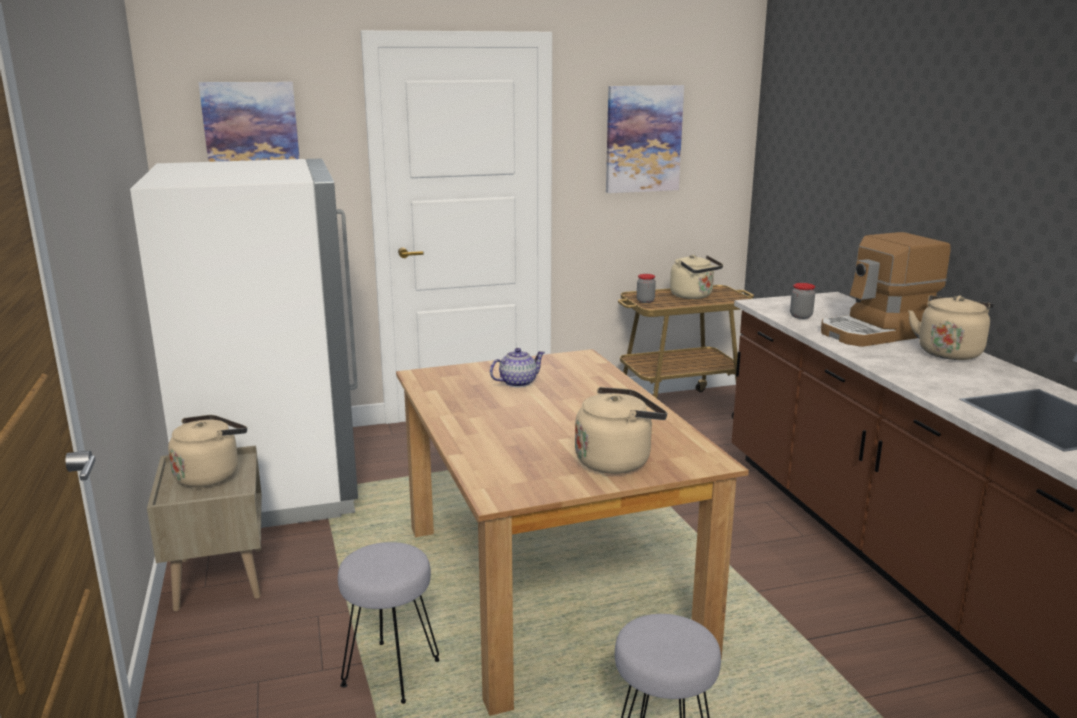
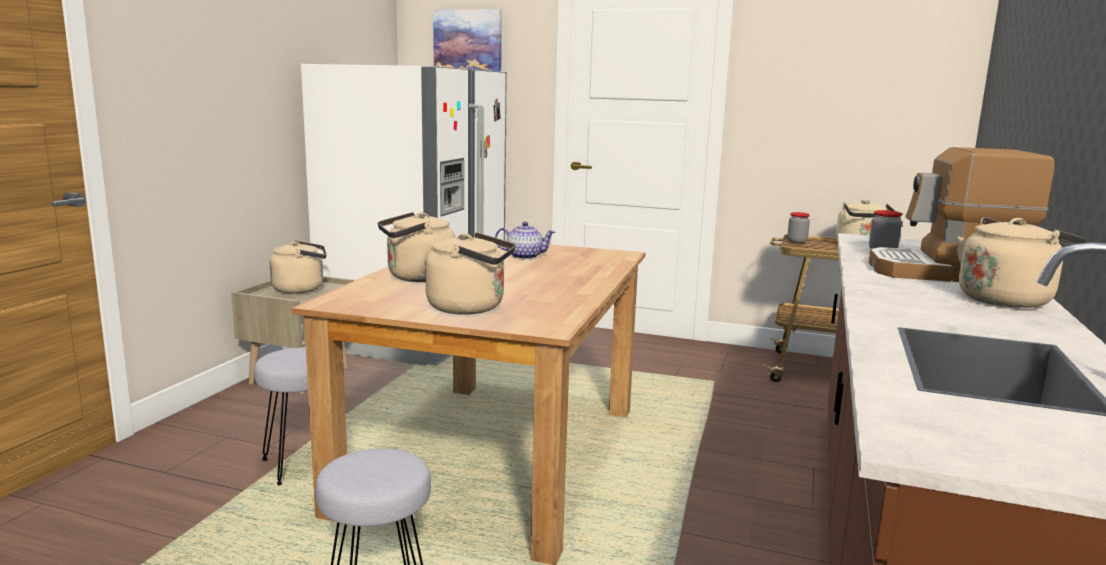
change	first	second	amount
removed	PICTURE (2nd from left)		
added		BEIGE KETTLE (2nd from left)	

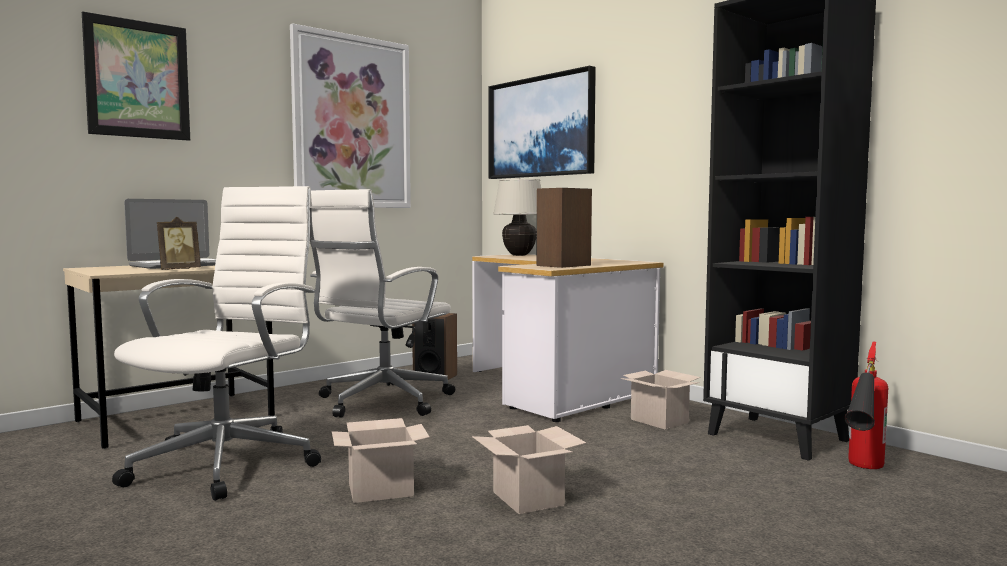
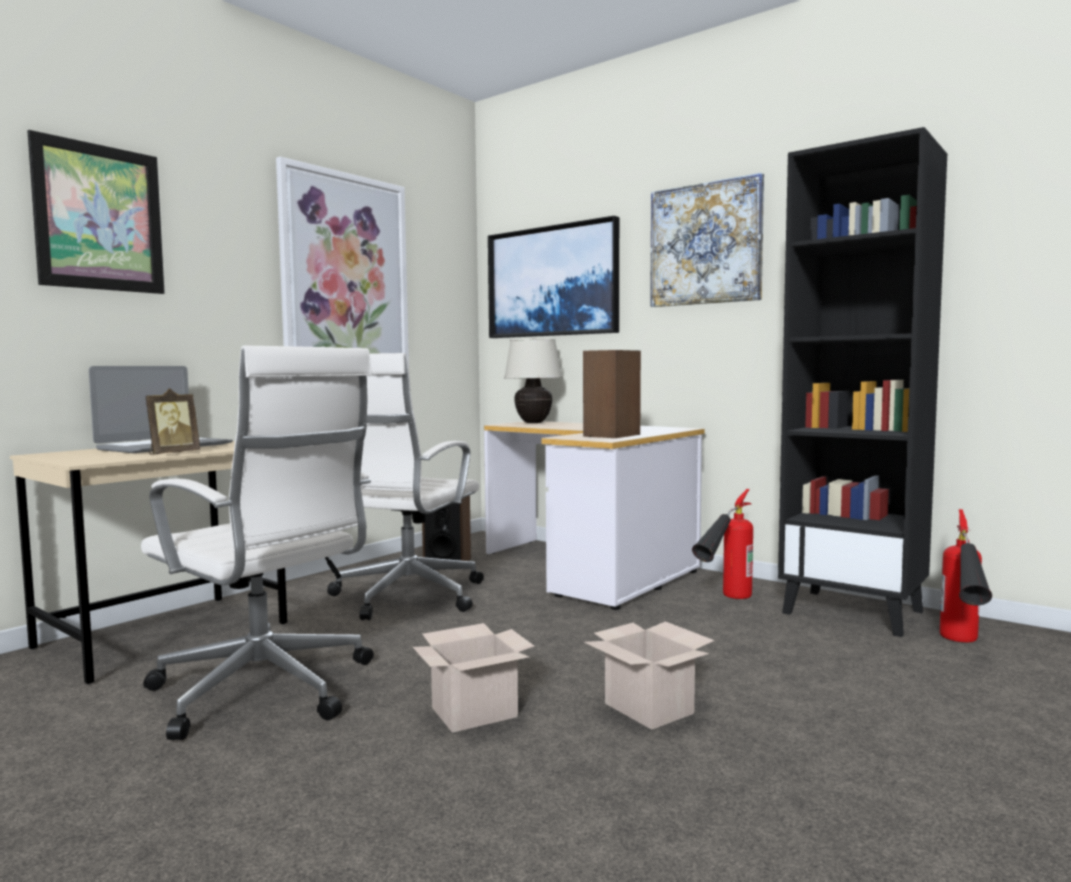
change	first	second	amount
turned	WHITE OFFICE CHAIR (1st from left)		120 degrees clockwise
replaced	CARDBOARD BOX (3rd from left)	FIRE EXTINGUISHER (1st from left)	
added		PICTURE (4th from left)	

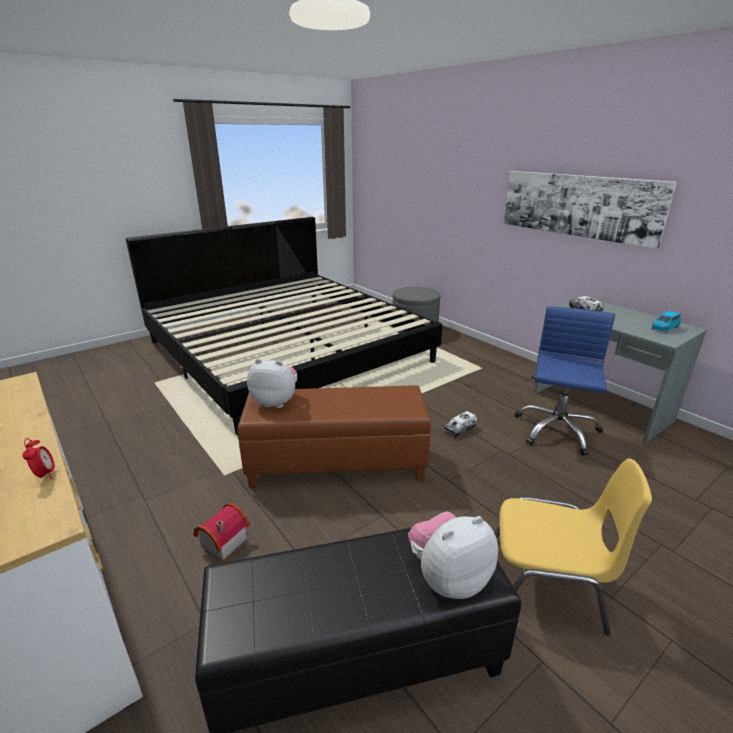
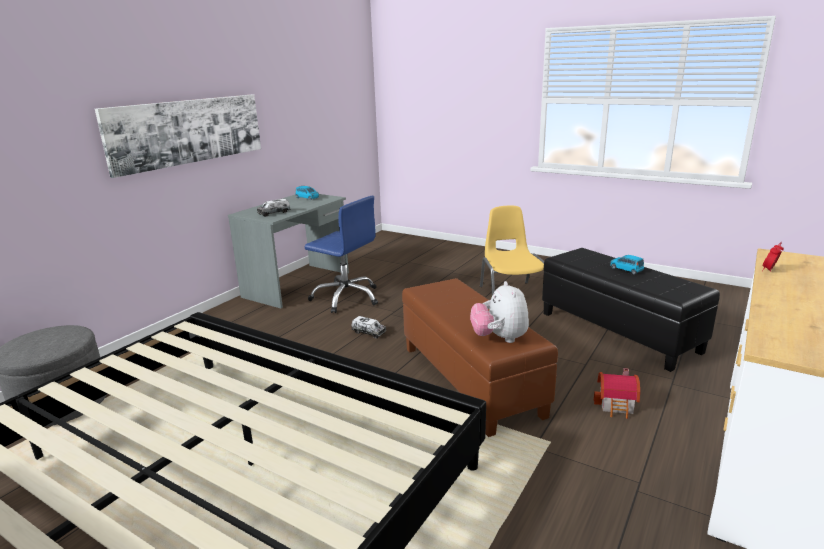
change	first	second	amount
turned	BLUE OFFICE CHAIR		150 degrees counterclockwise
removed	PLUSH TOY (2nd from left)		
added		BLUE TOY CAR (2nd from left)	

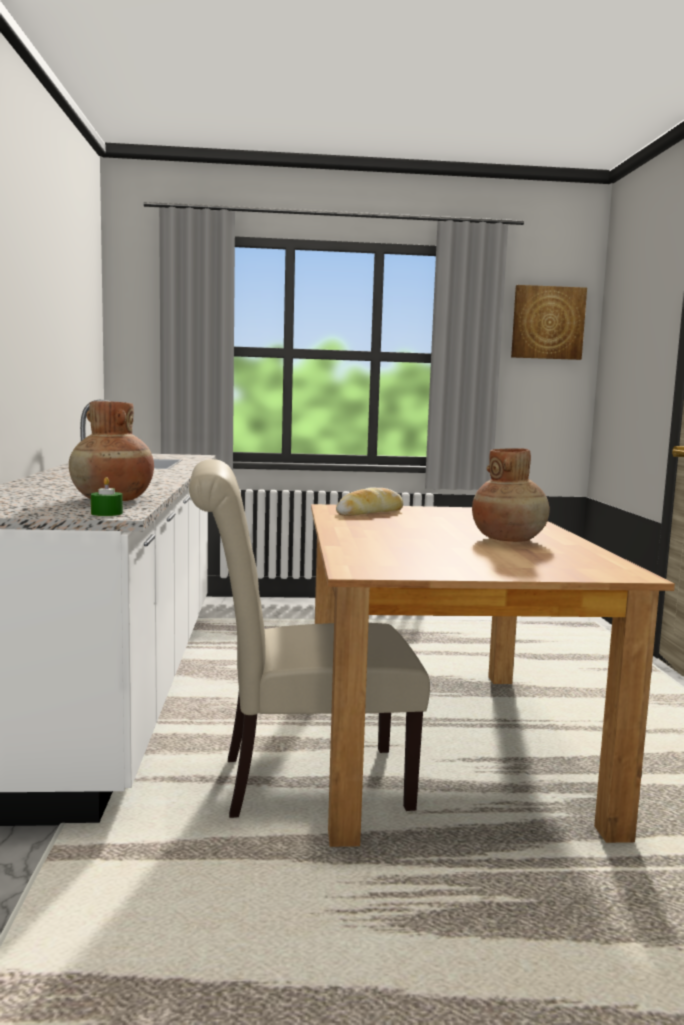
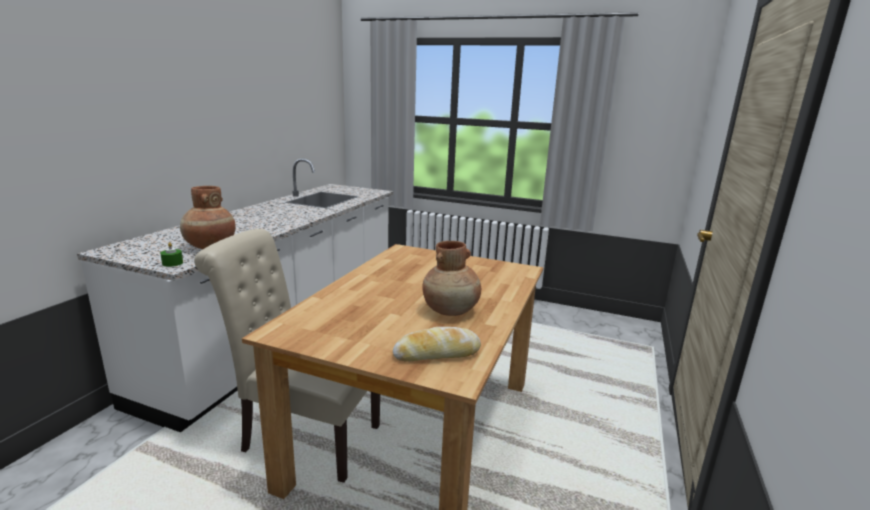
change	first	second	amount
removed	PICTURE		
moved	BREAD		

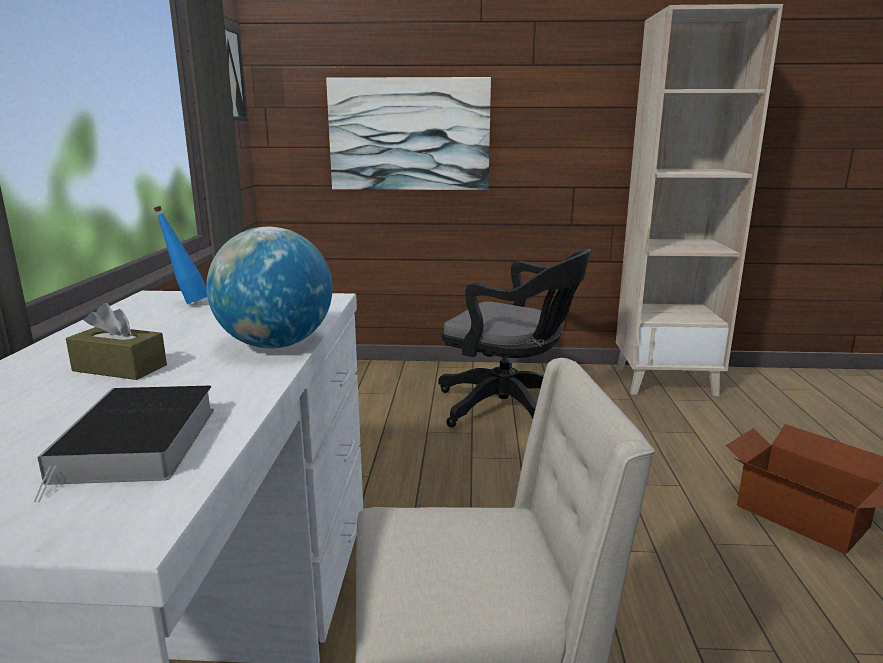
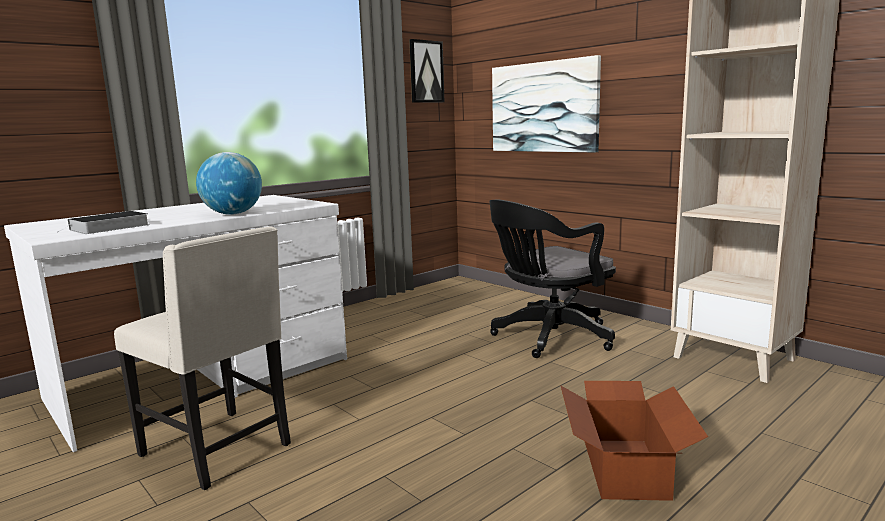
change	first	second	amount
removed	BLUE BOTTLE		
turned	BLACK OFFICE CHAIR		75 degrees clockwise
removed	BROWN TISSUE BOX		

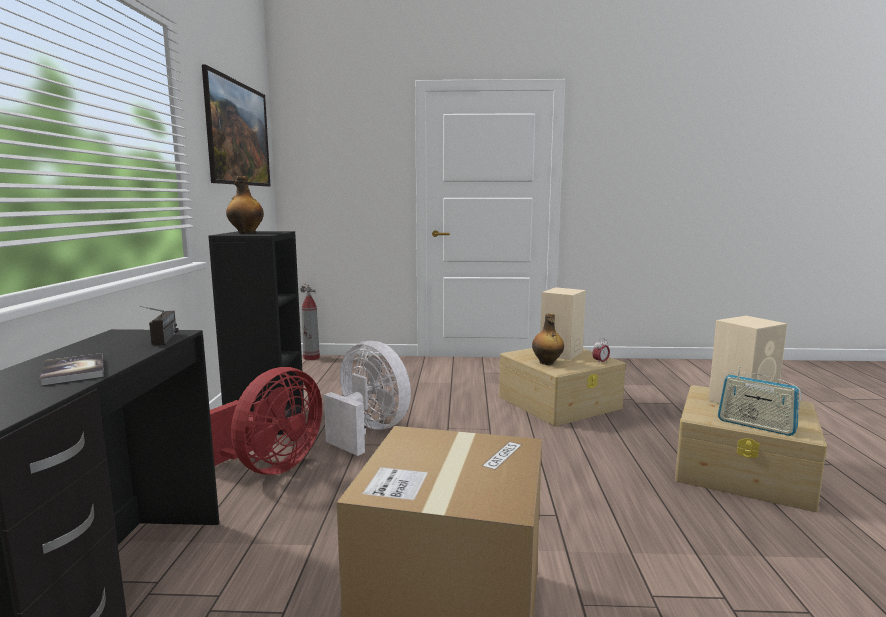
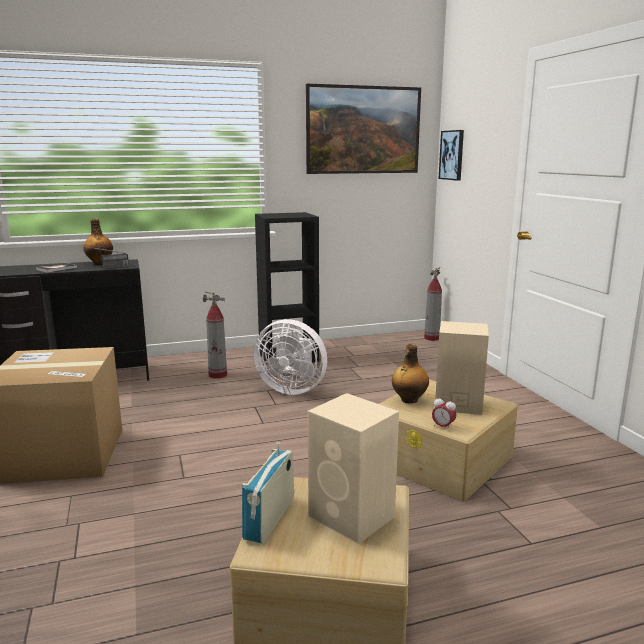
change	first	second	amount
moved	BOTTLE (1st from left)		
turned	WHITE FAN		90 degrees clockwise
replaced	RED FAN	FIRE EXTINGUISHER (1st from left)	
added		PICTURE (2nd from left)	

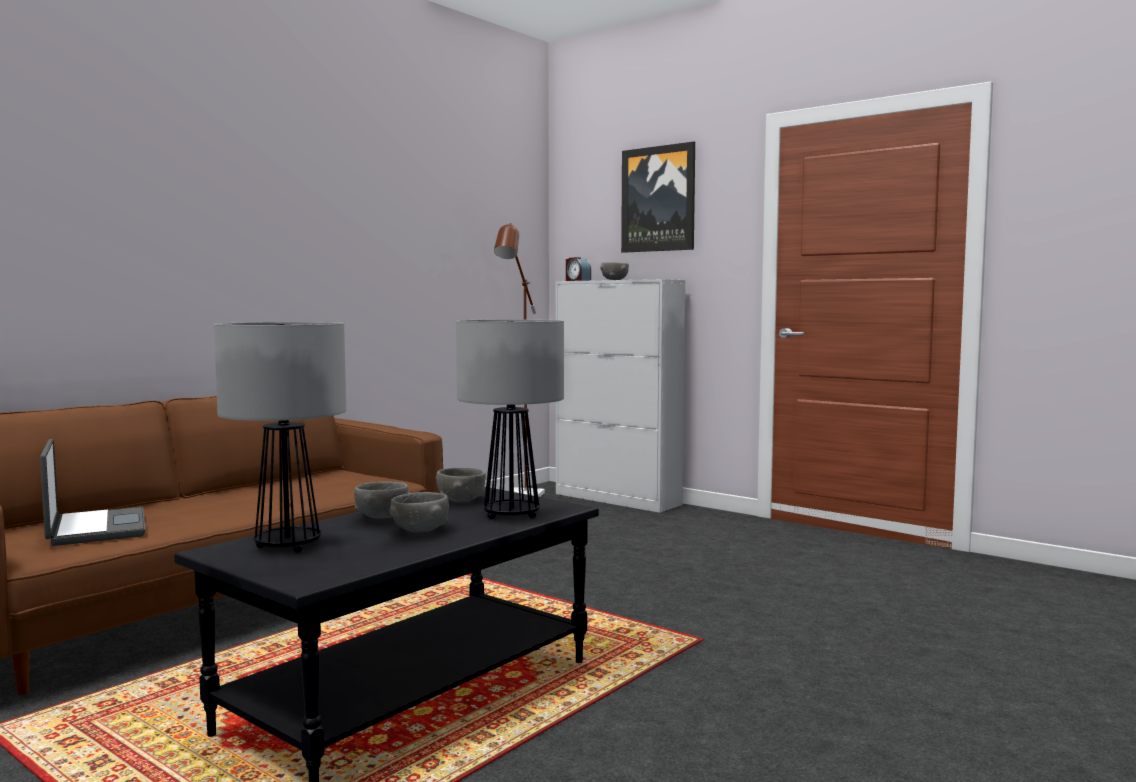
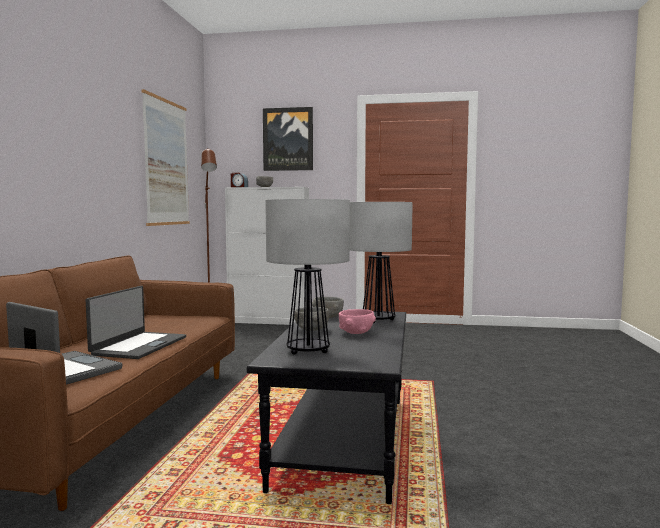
change	first	second	amount
recoloured	GREY BOWL (2nd from left)	PINK BOWL	
added		PICTURE (1st from left)	
added		LAPTOP (2nd from left)	

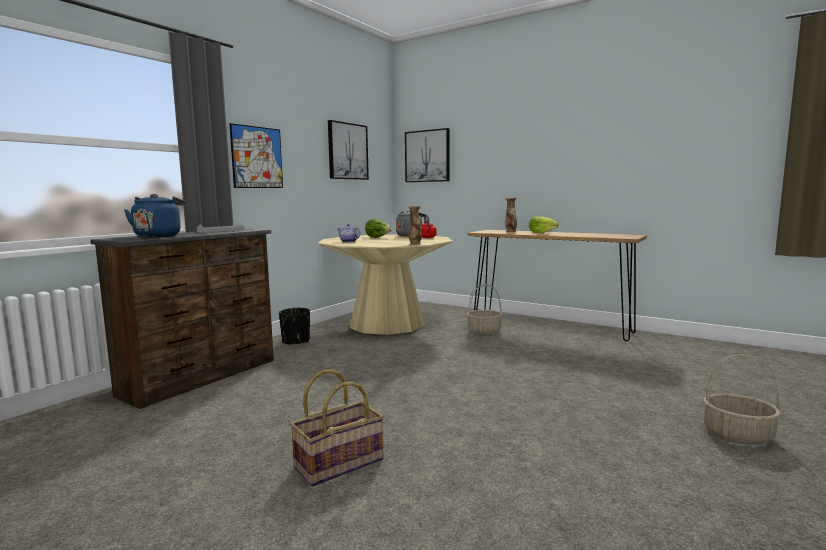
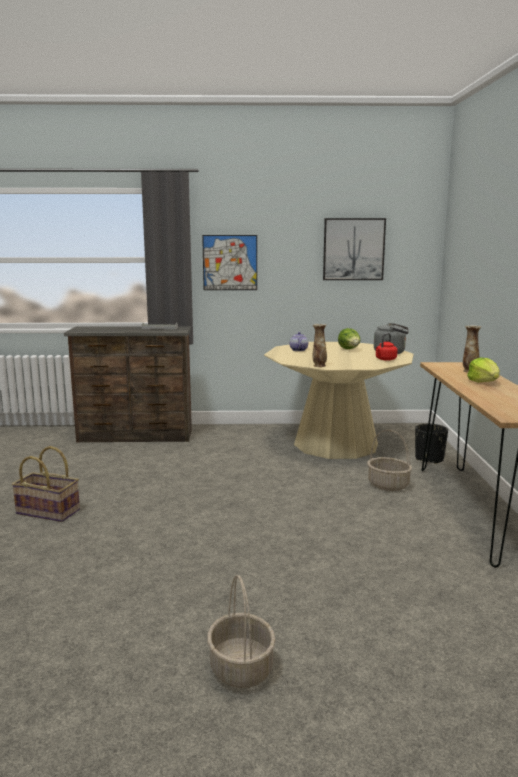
change	first	second	amount
removed	PICTURE (3rd from left)		
removed	BLUE KETTLE		
moved	BLACK PLANTER		

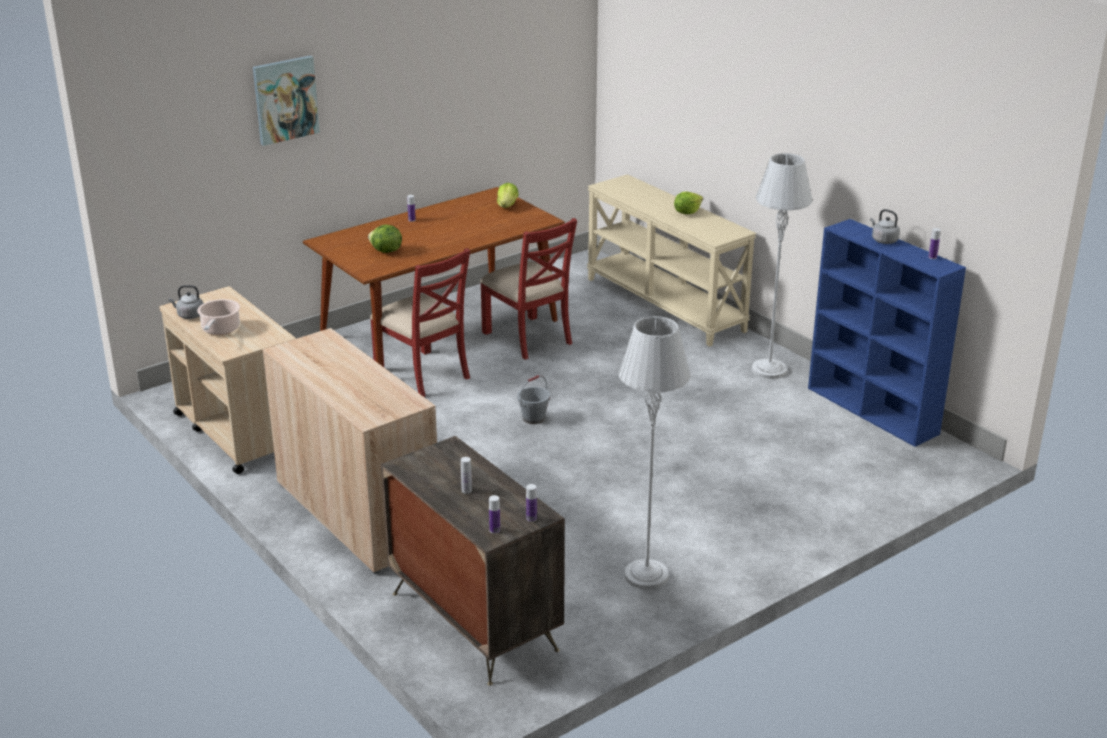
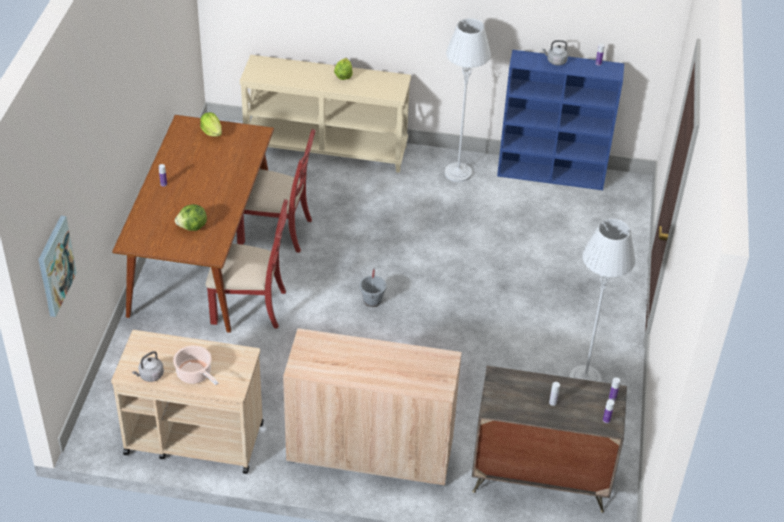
change	first	second	amount
moved	PICTURE		

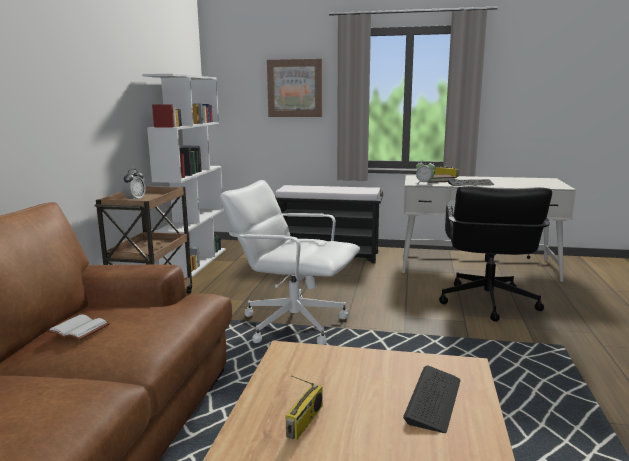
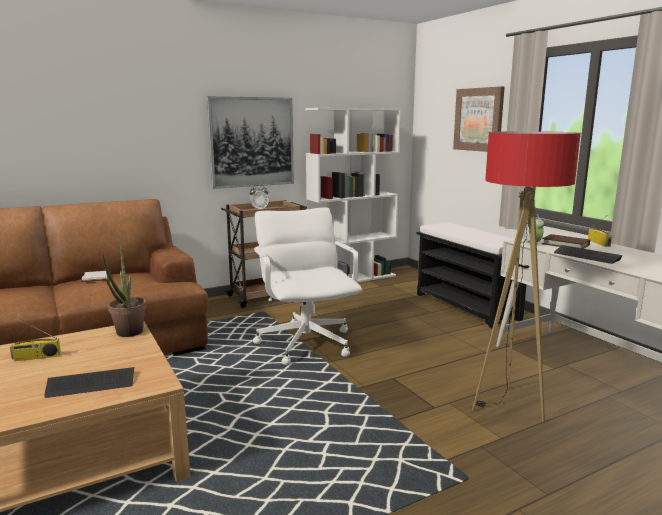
change	first	second	amount
replaced	BLACK OFFICE CHAIR	FLOOR LAMP	
added		PICTURE (1st from left)	
added		POTTED PLANT	

